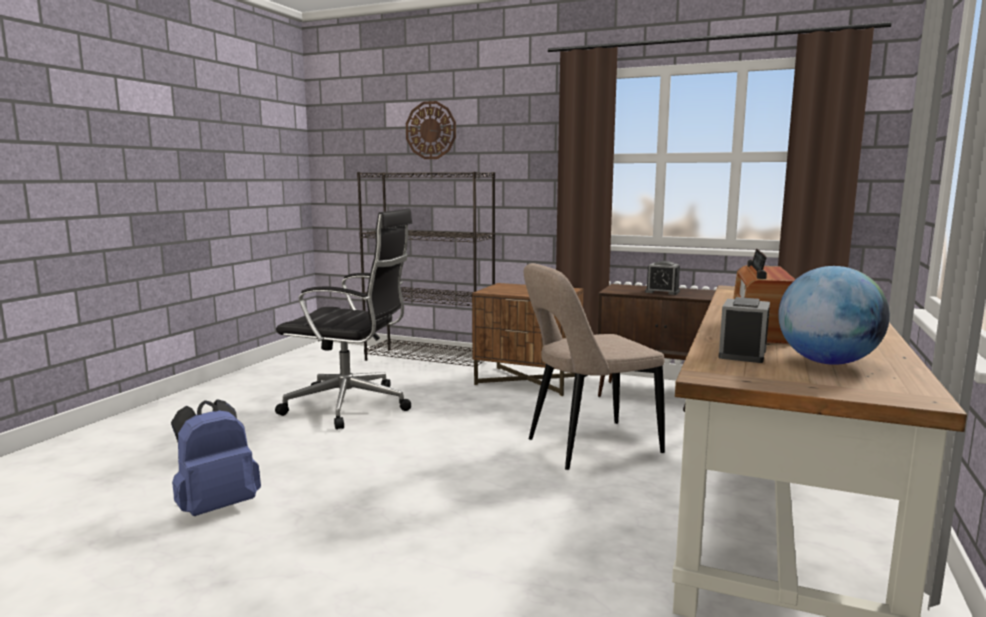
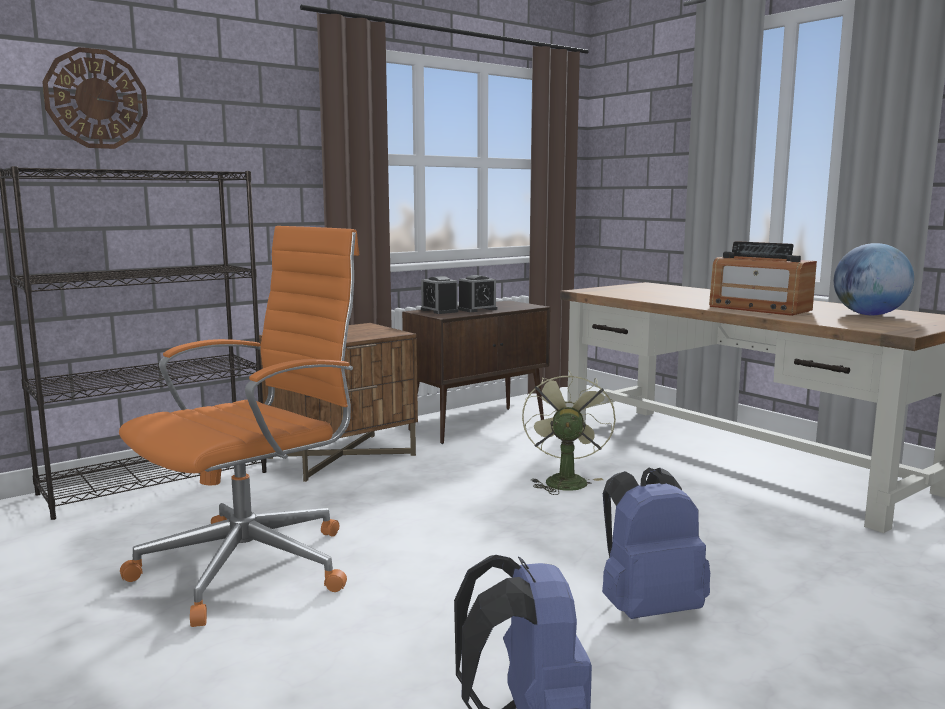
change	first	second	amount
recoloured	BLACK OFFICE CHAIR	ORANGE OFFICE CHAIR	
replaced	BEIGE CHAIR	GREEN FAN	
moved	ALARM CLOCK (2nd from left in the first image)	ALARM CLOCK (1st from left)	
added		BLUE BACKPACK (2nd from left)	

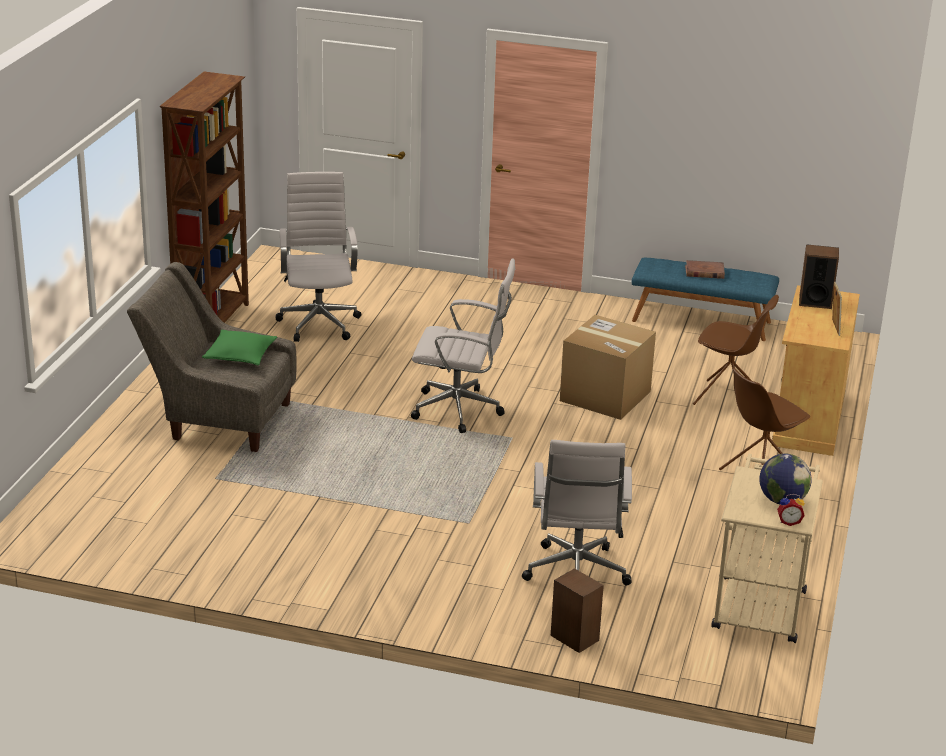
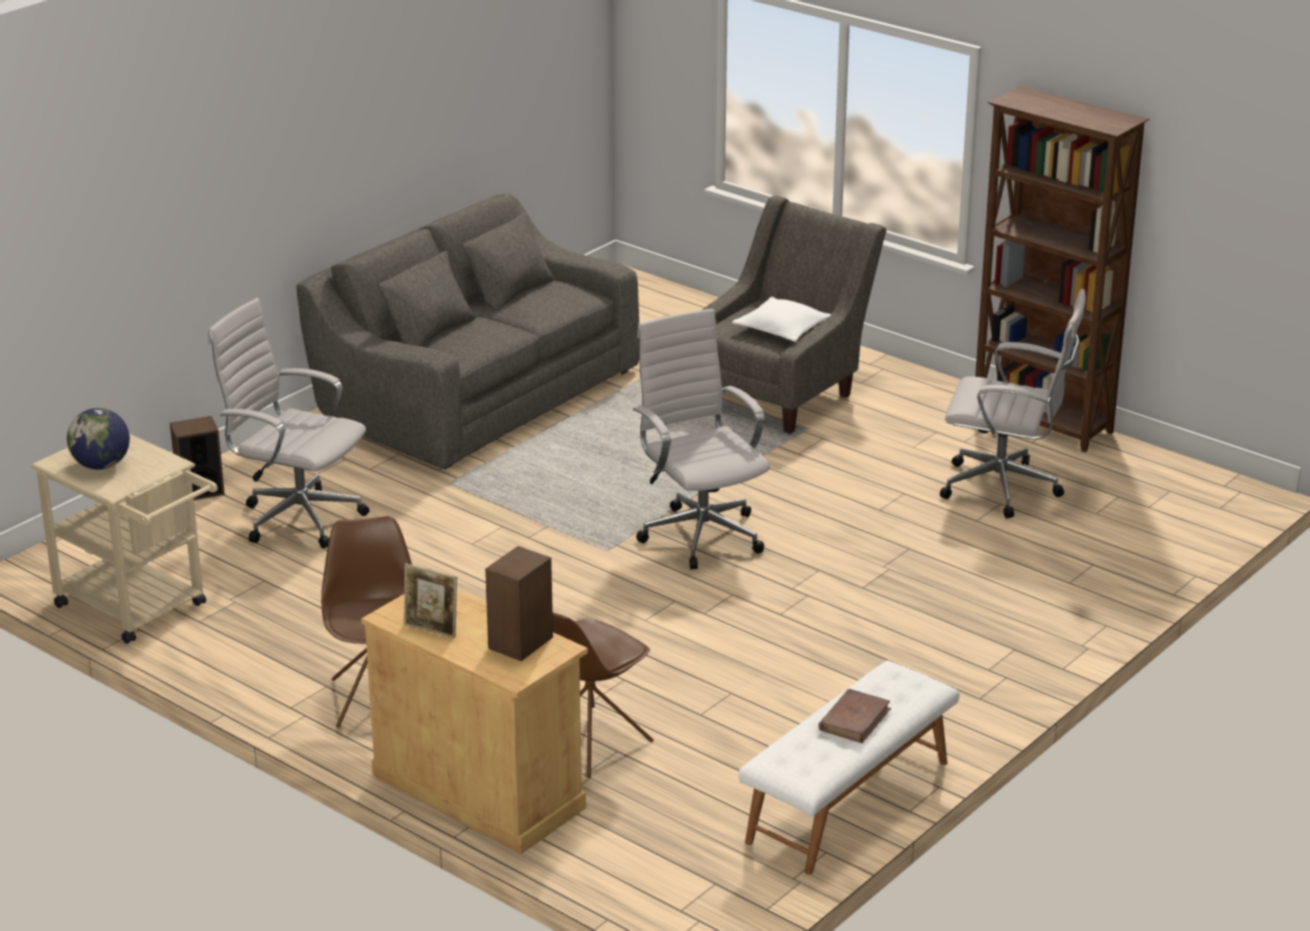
change	first	second	amount
turned	WHITE OFFICE CHAIR (2nd from left)		120 degrees clockwise
recoloured	BLUE BENCH	WHITE BENCH	
removed	CARDBOARD BOX		
recoloured	GREEN PILLOW	WHITE PILLOW	
removed	ALARM CLOCK		
added		GREY SOFA	

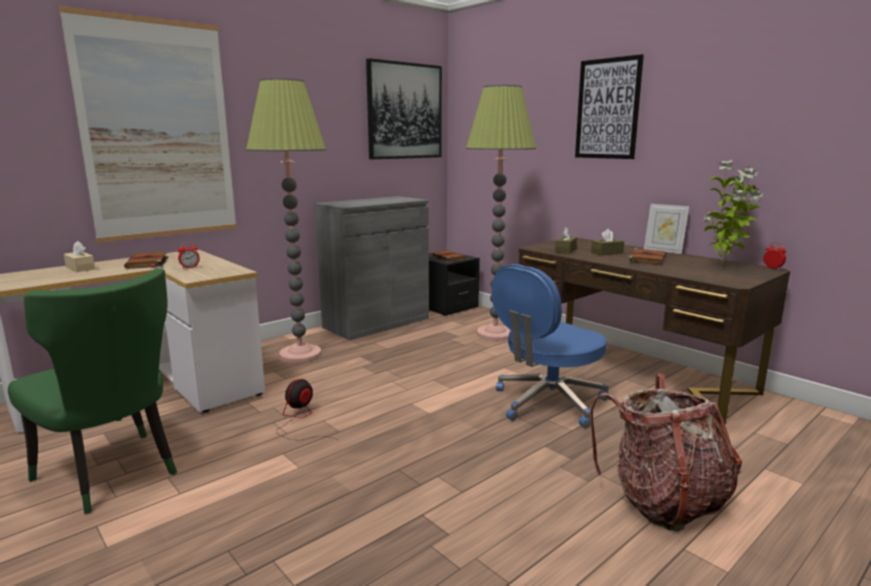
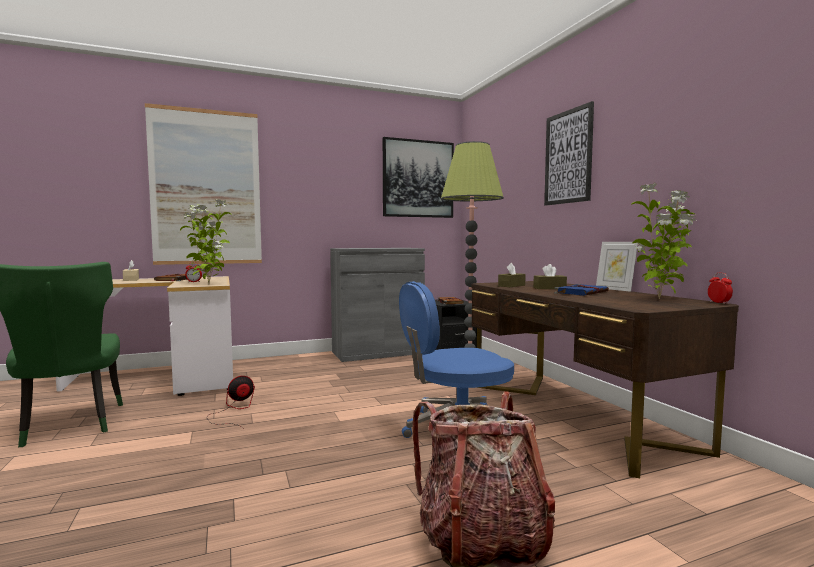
change	first	second	amount
removed	FLOOR LAMP (1st from left)		
recoloured	BROWN BOOK (3rd from left)	BLUE BOOK	
added		POTTED PLANT (1st from left)	

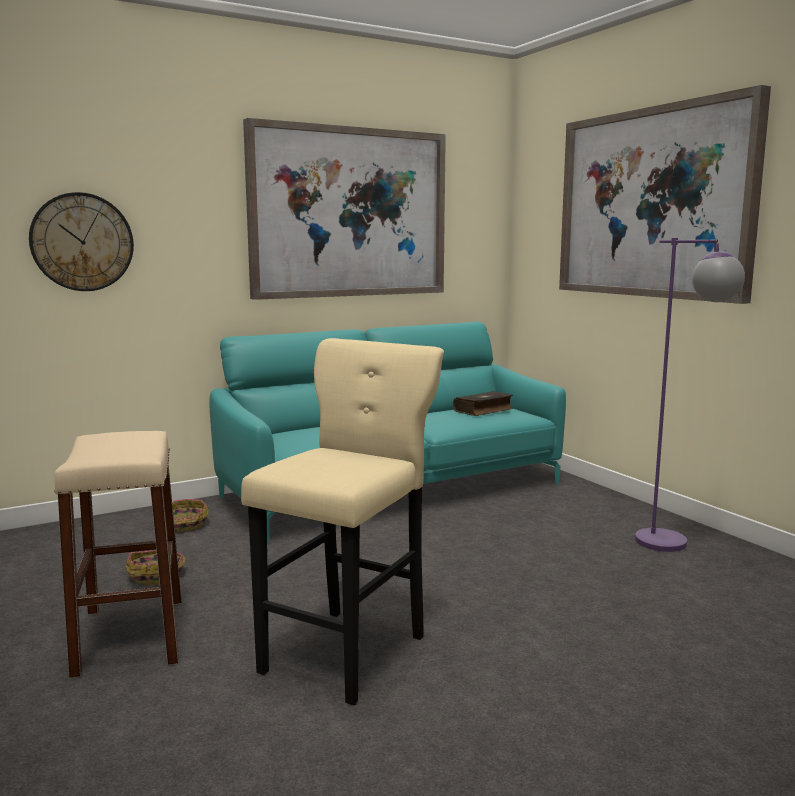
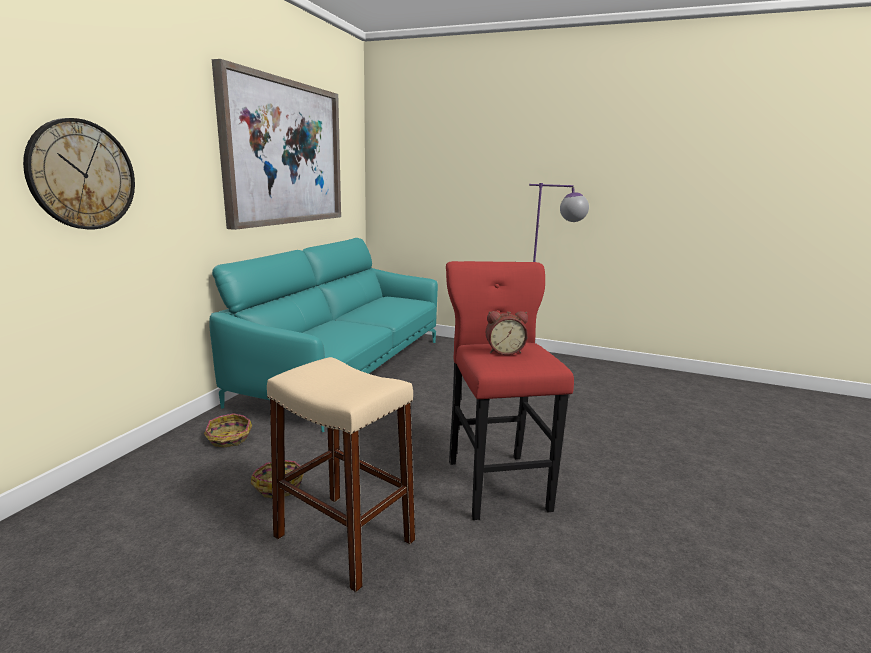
change	first	second	amount
removed	PICTURE (2nd from left)		
recoloured	BEIGE STOOL (2nd from left)	RED STOOL	
removed	BOOK		
added		ALARM CLOCK	

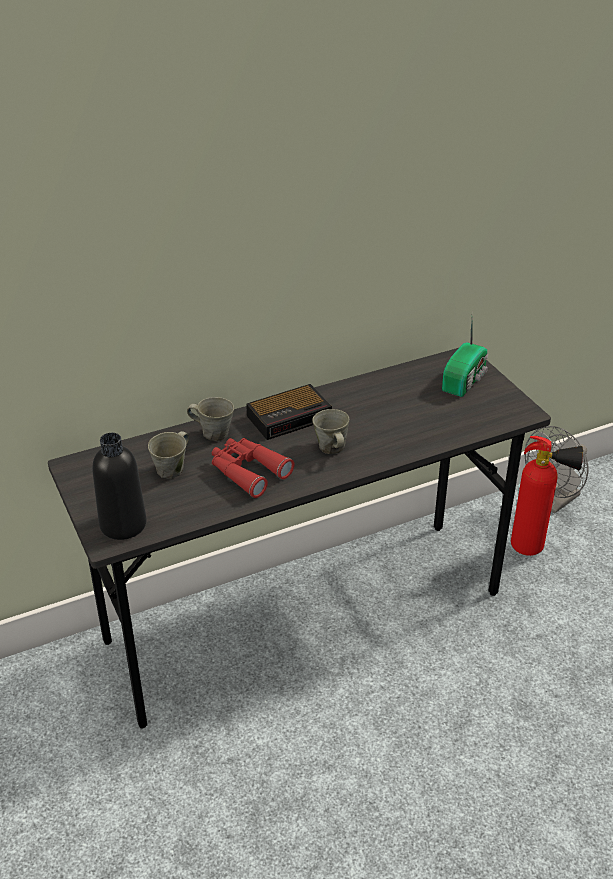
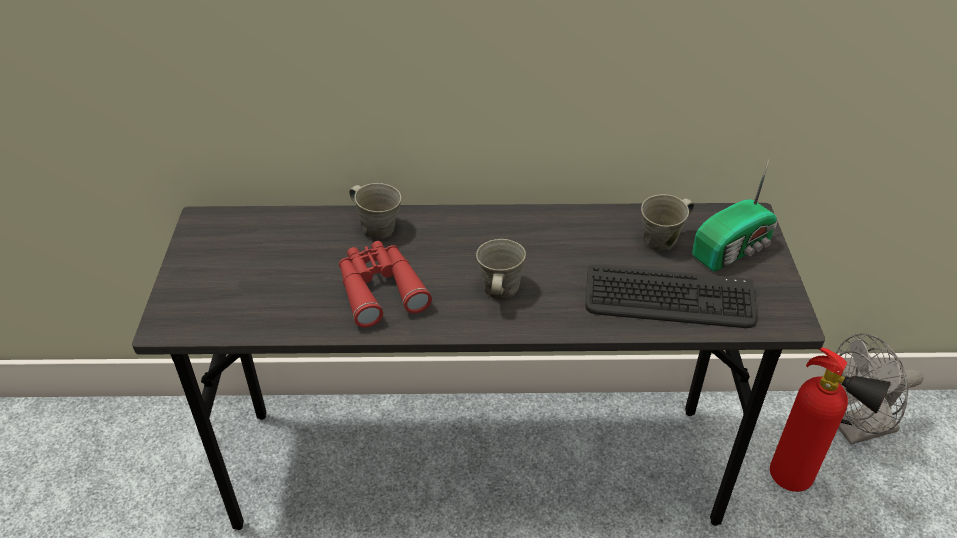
change	first	second	amount
removed	ALARM CLOCK		
moved	GREY MUG (1st from left in the first image)	GREY MUG (3rd from left)	
removed	BLACK BOTTLE		
added		KEYBOARD	

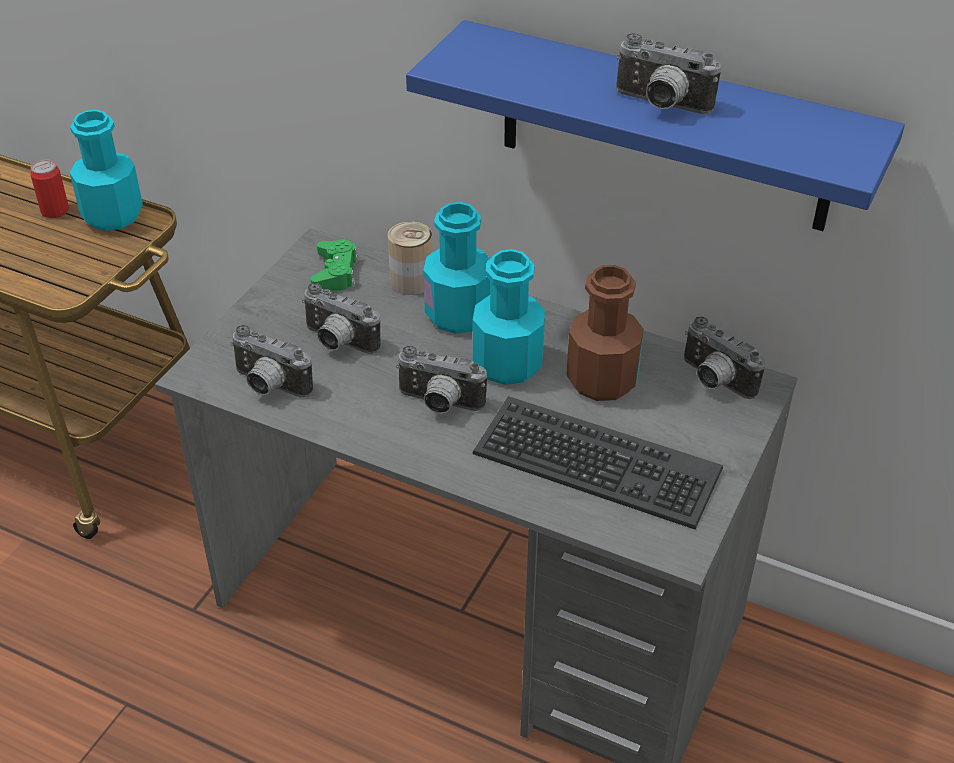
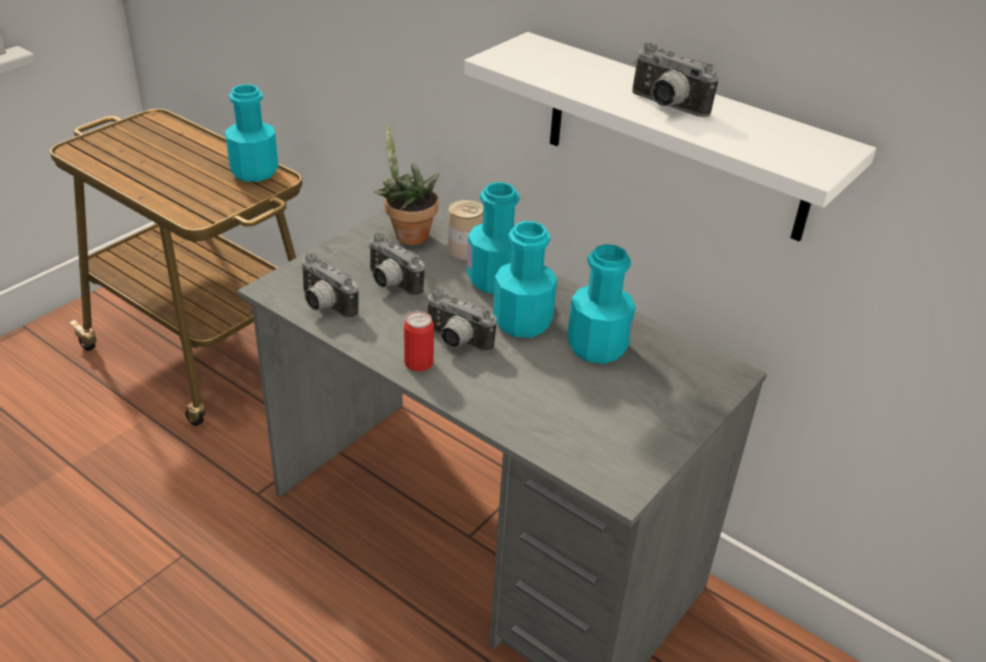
change	first	second	amount
recoloured	BLUE SHELF	WHITE SHELF	
moved	CAN (1st from left)		
replaced	GREEN GAME CONTROLLER	POTTED PLANT	
recoloured	BROWN BOTTLE	TURQUOISE BOTTLE (4th from left)	
removed	PHOTO CAMERA (5th from left)		
removed	KEYBOARD		

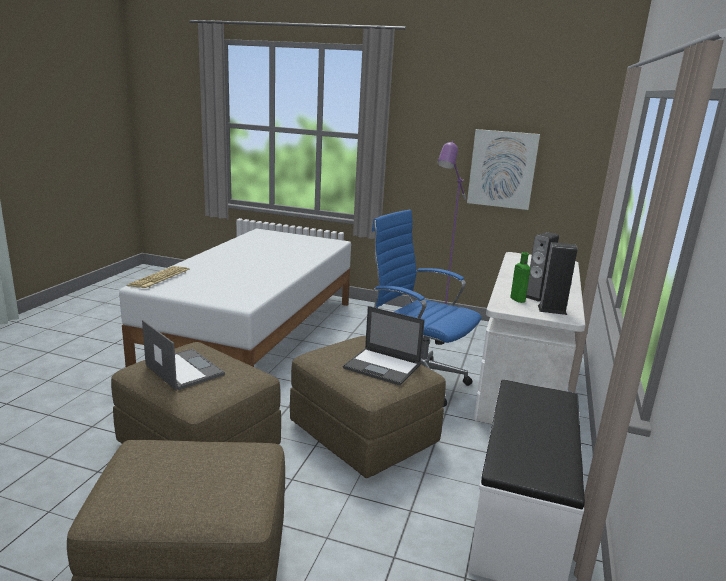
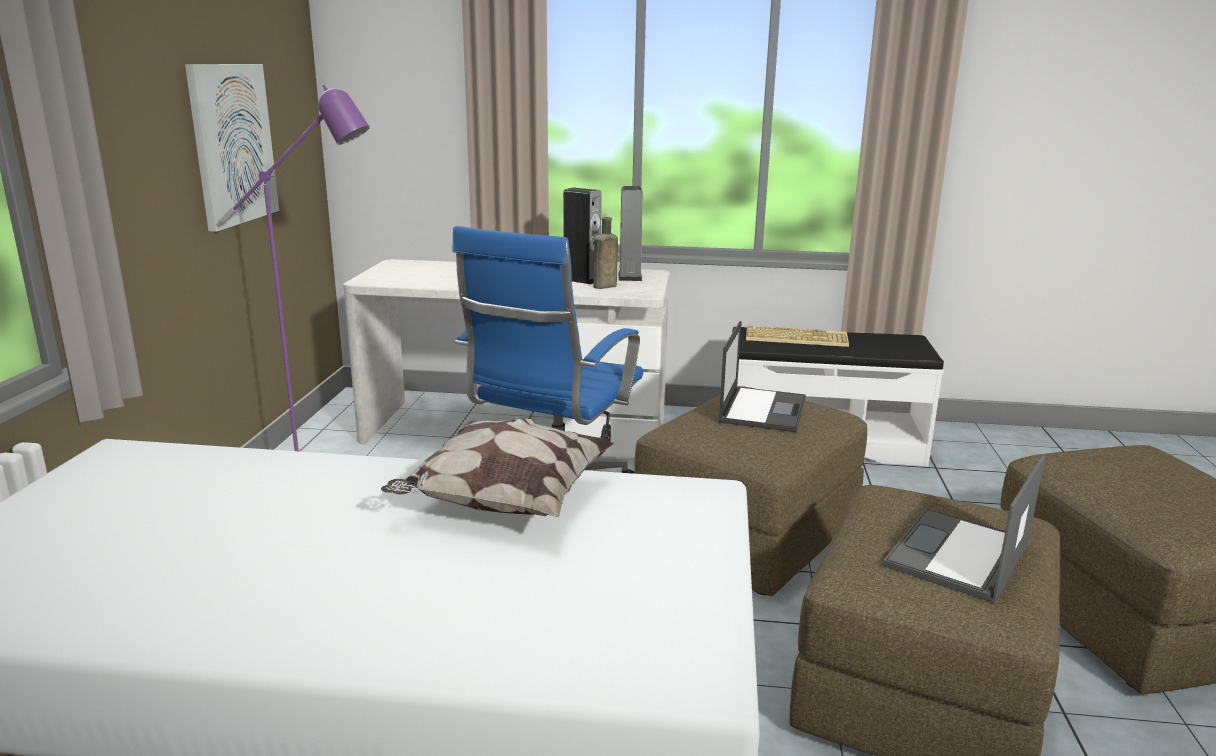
change	first	second	amount
recoloured	GREEN BOTTLE	BROWN BOTTLE	
moved	KEYBOARD		
added		PILLOW	

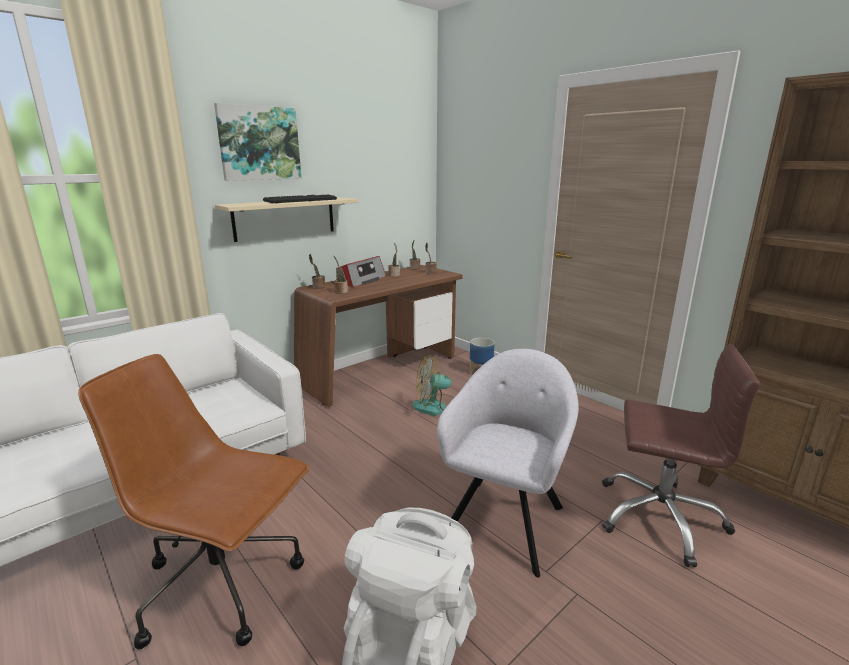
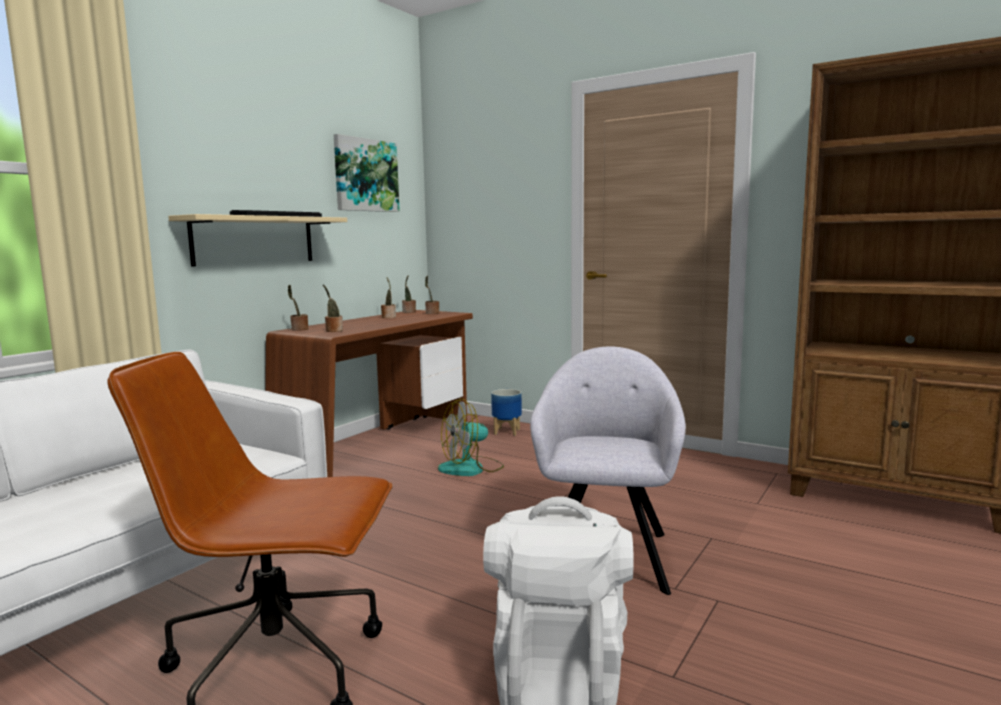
change	first	second	amount
moved	PICTURE		
removed	RADIO		
removed	BROWN OFFICE CHAIR (2nd from left)		

